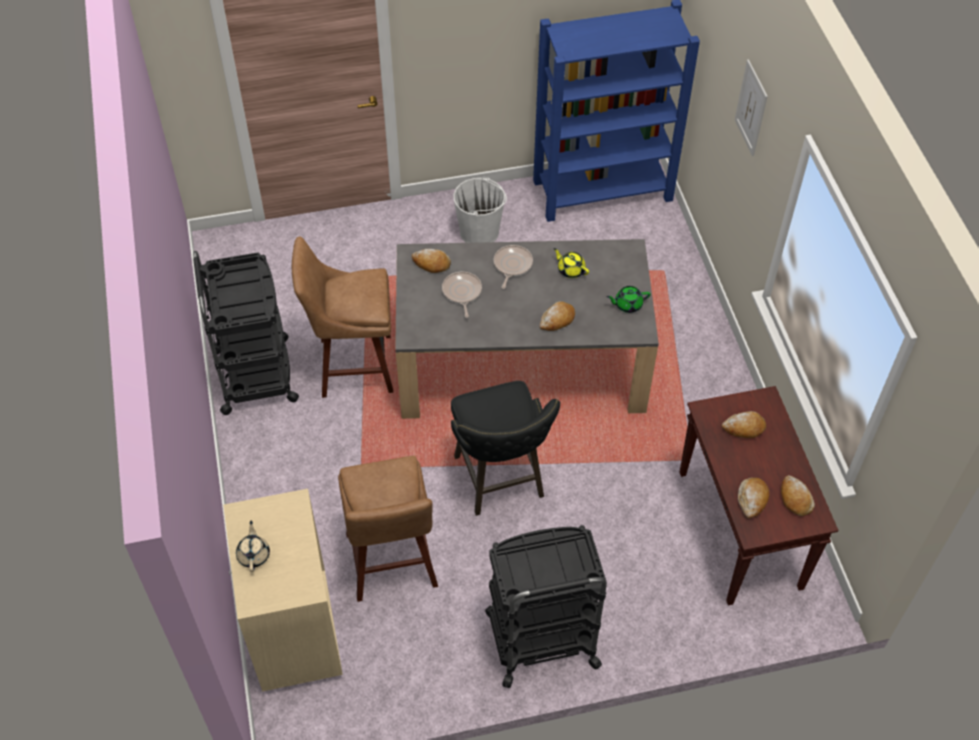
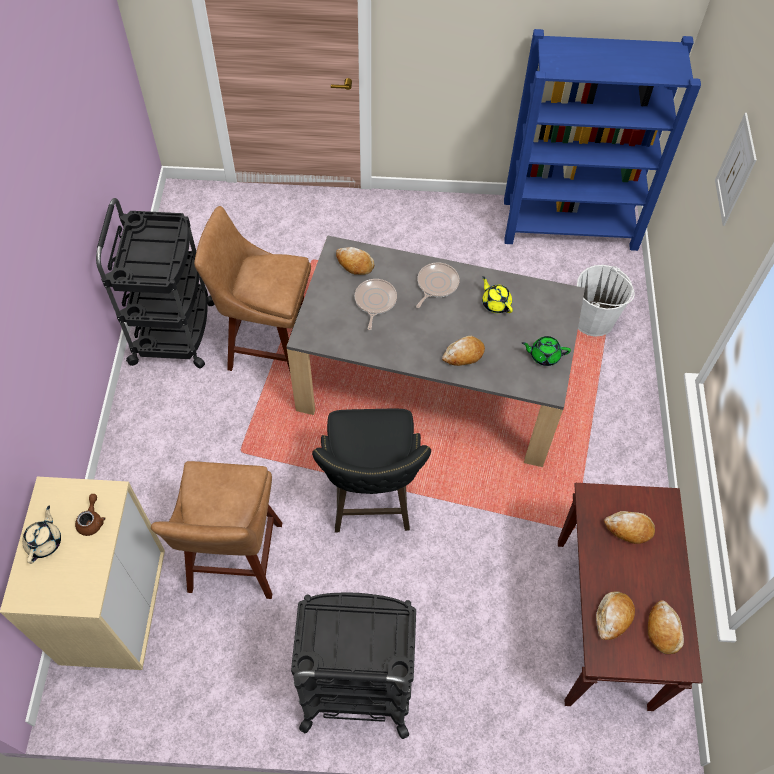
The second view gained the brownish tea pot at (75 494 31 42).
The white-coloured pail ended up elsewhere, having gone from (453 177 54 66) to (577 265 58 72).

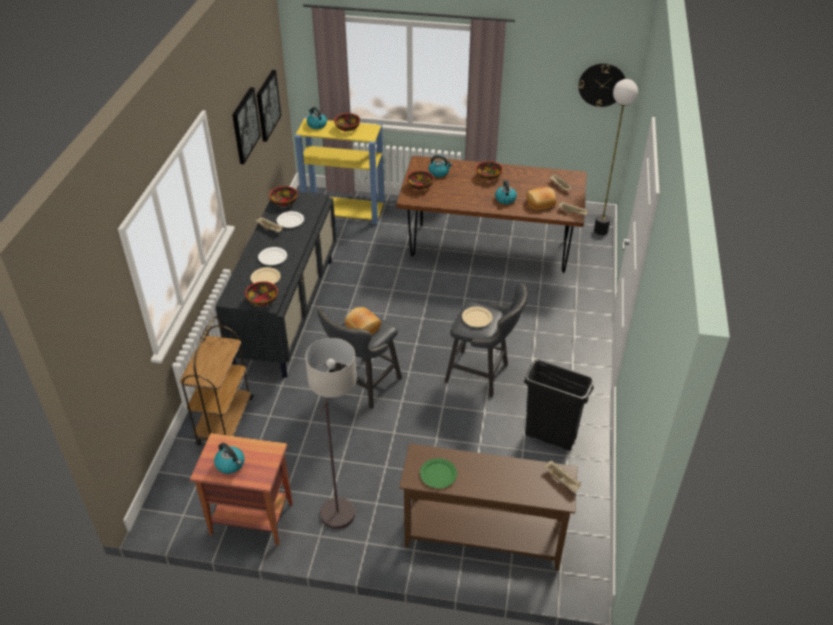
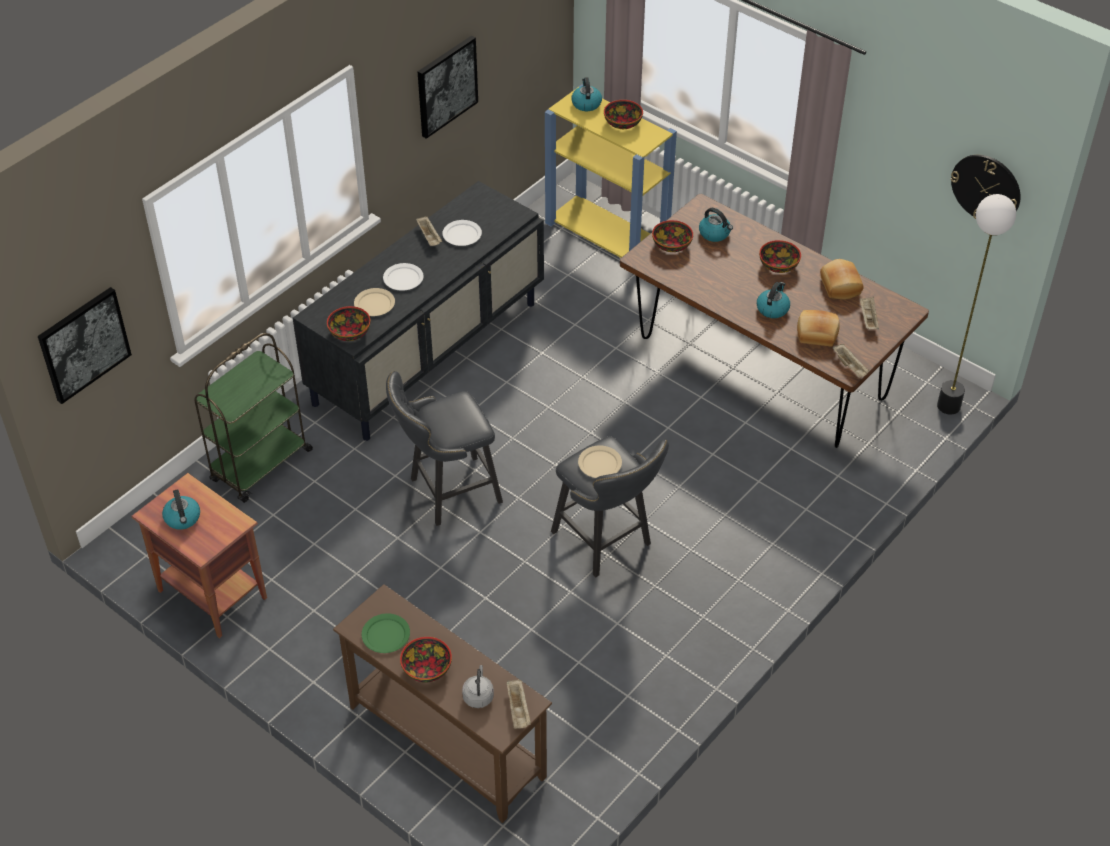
The wall picture ended up elsewhere, having gone from (257 70 24 72) to (38 287 94 117).
What was the brownish cart at (180 316 74 129) turned into the greenish cart at (195 333 118 170).
The serving bowl ended up elsewhere, having gone from (269 186 29 21) to (400 637 52 46).
The second view gained the greyish kettle at (462 665 32 43).
The baked bread ended up elsewhere, having gone from (345 307 36 28) to (820 259 43 41).
The second view lost the greyish standing lamp at (305 338 52 191).
The second view lost the blackish waste bin at (524 359 70 92).

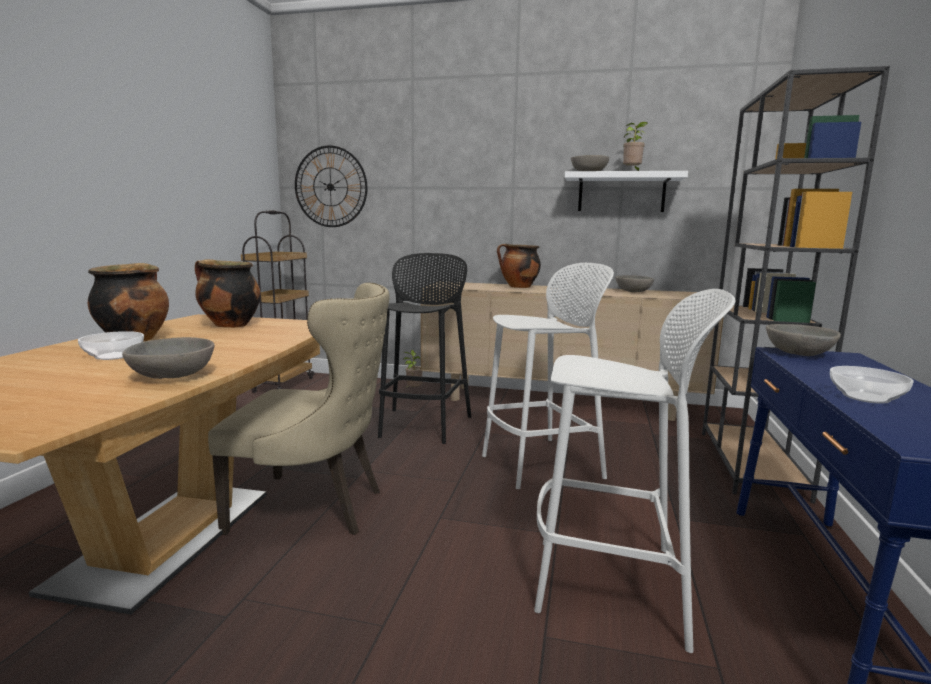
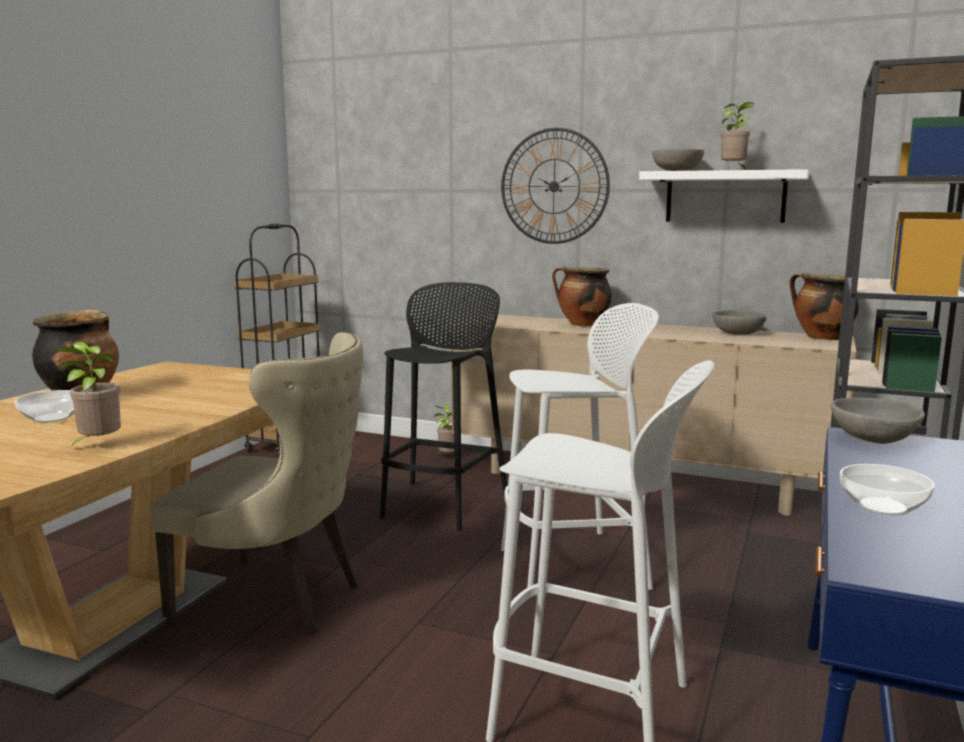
Where the greyish serving bowl stood at (122 337 93 42), the houseplant came to stand at (54 342 67 105).
The clock on the wall ended up elsewhere, having gone from (295 145 72 82) to (501 128 109 116).
The saucepot ended up elsewhere, having gone from (195 259 66 69) to (789 273 70 67).

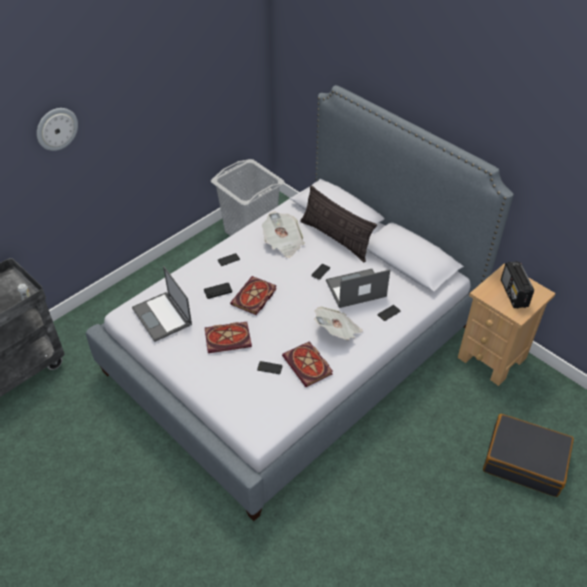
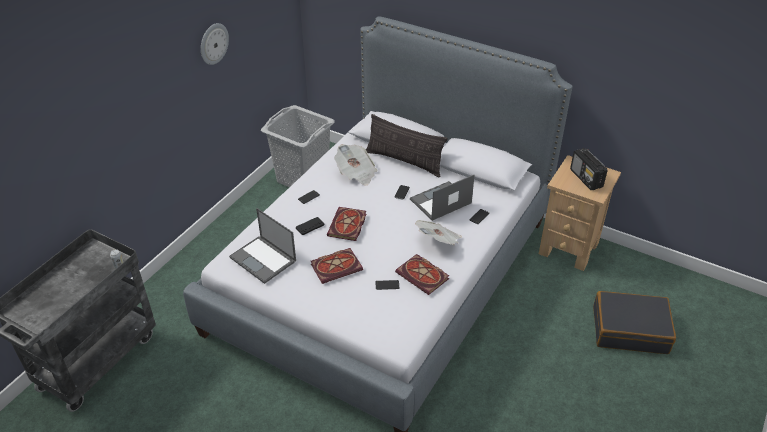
The clock on the wall ended up elsewhere, having gone from (37 108 41 43) to (201 23 28 42).

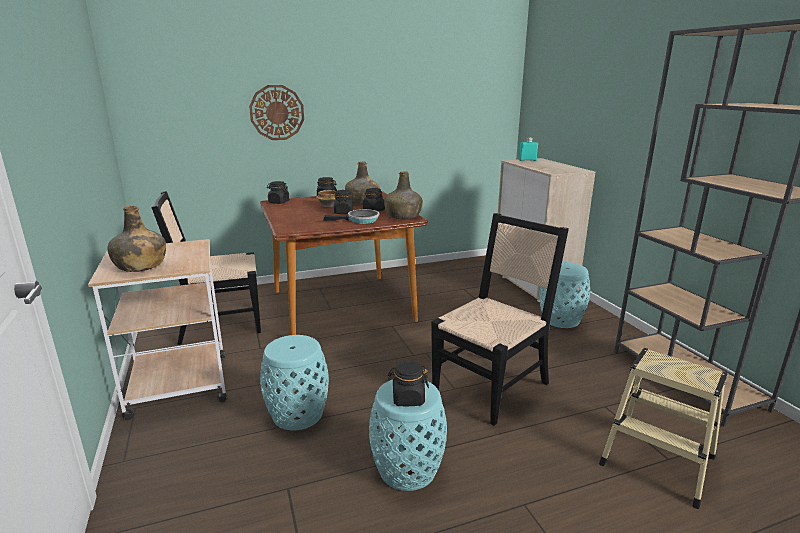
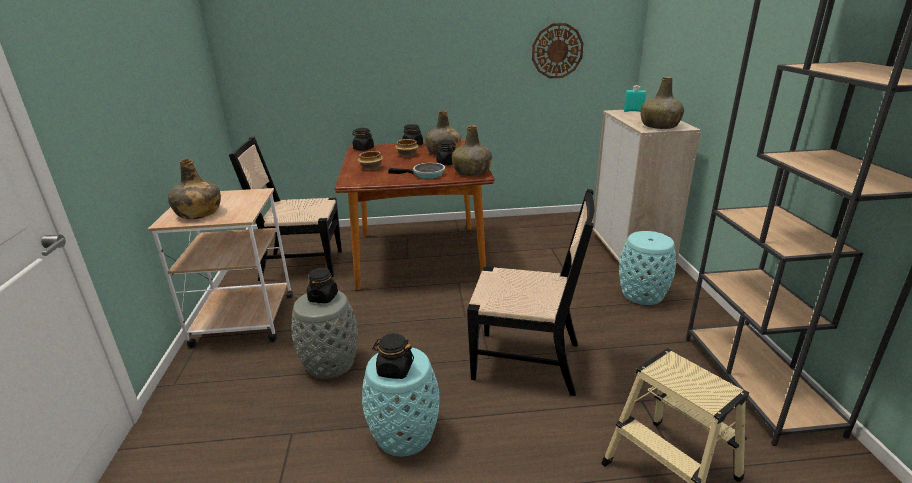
What was the blue-green stool seat at (260 335 69 96) turned into the greyish stool seat at (291 291 67 88).
The blackish jar ended up elsewhere, having gone from (334 190 19 24) to (307 268 31 35).
The second view gained the serving bowl at (358 151 25 19).
The upright chair at (431 213 138 213) ended up facing another way, 45 degrees clockwise from before.
The clock on the wall ended up elsewhere, having gone from (249 85 55 55) to (532 23 52 55).
The second view gained the greenish beverage bottle at (640 77 44 52).

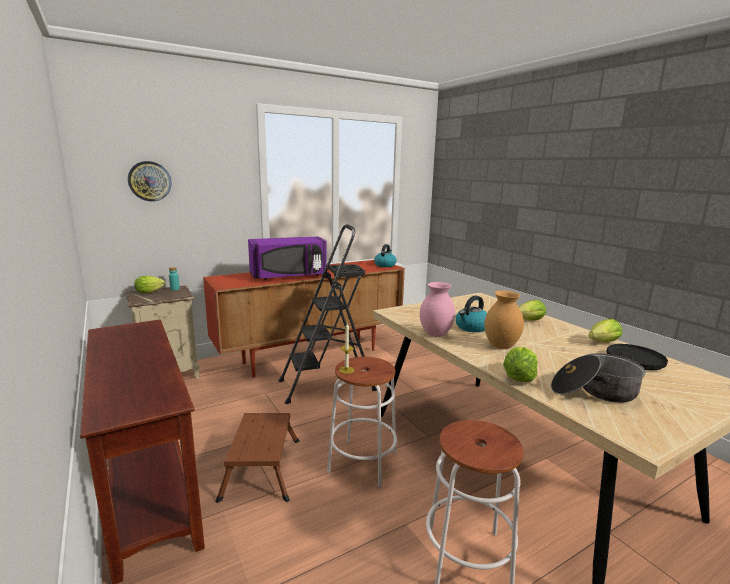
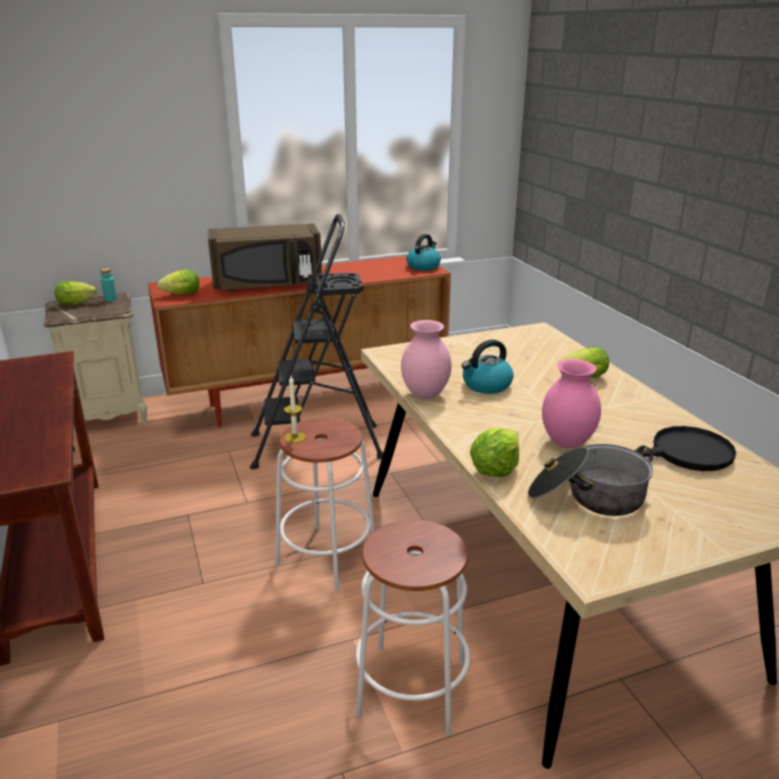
The lettuce head ended up elsewhere, having gone from (589 319 33 23) to (157 270 42 24).
What was the purplish microwave oven at (248 236 79 44) turned into the brownish microwave oven at (208 223 114 68).
The second view gained the pink vase at (542 359 59 89).
The second view lost the clock on the wall at (128 161 43 41).
The second view lost the brownish step stool at (215 413 85 90).
The second view lost the brownish vase at (484 291 40 58).

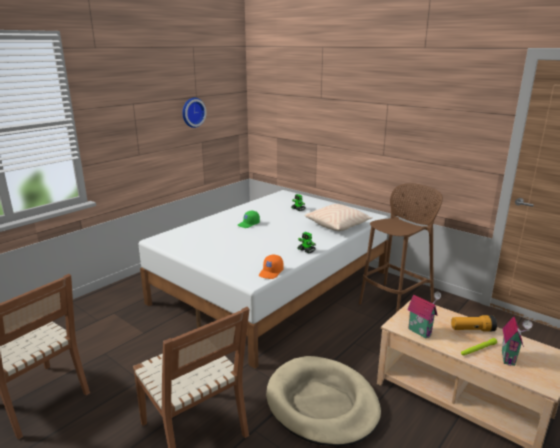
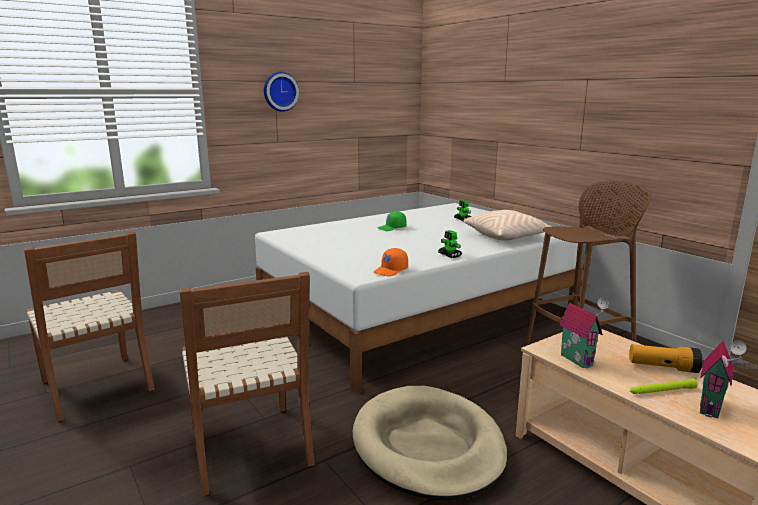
The clock on the wall ended up elsewhere, having gone from (182 98 25 30) to (264 72 35 40).

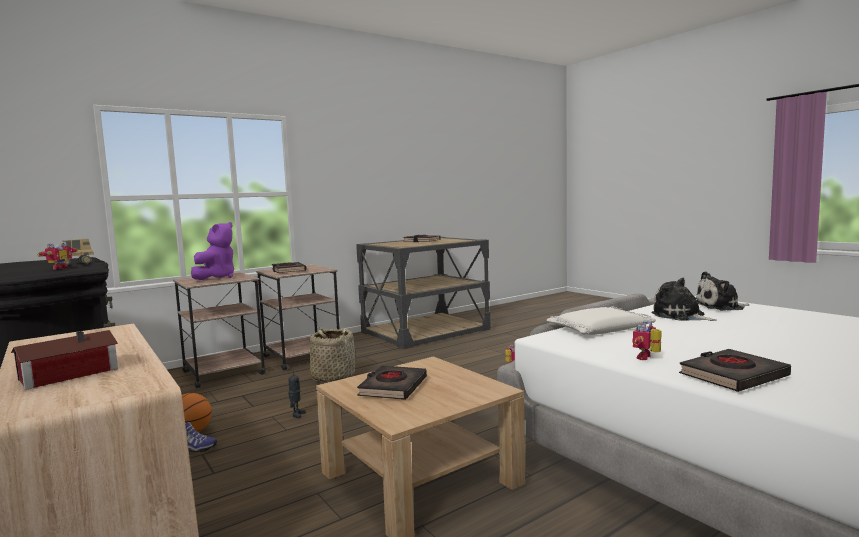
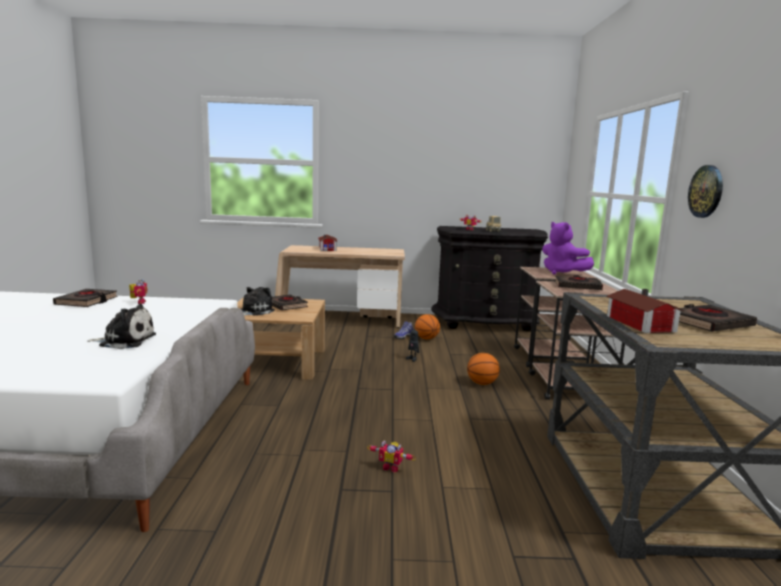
The cuddly toy ended up elsewhere, having gone from (696 271 53 40) to (241 287 34 29).
Where the storage basket stood at (310 327 45 55), the ball for basketball came to stand at (467 353 33 32).
The second view gained the miniature house at (606 289 78 44).
The second view gained the clock on the wall at (688 165 35 53).
The second view lost the white-coloured pillow at (546 305 110 30).

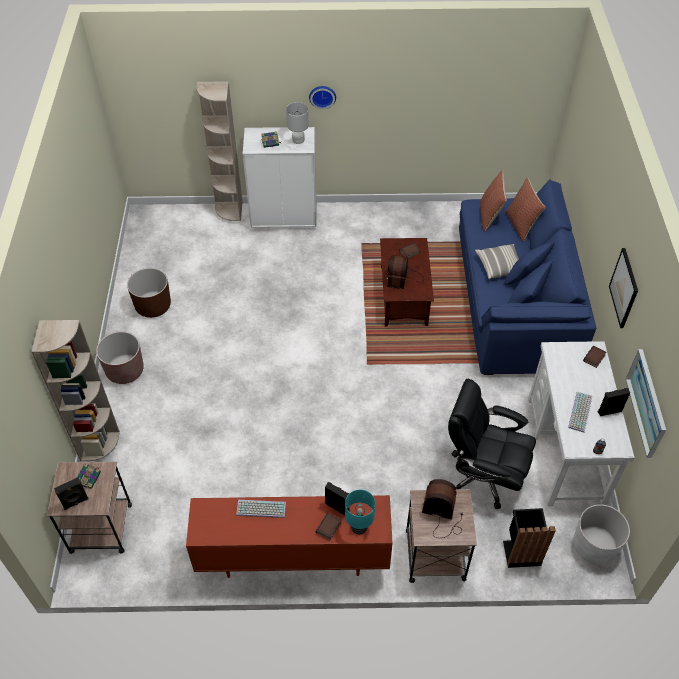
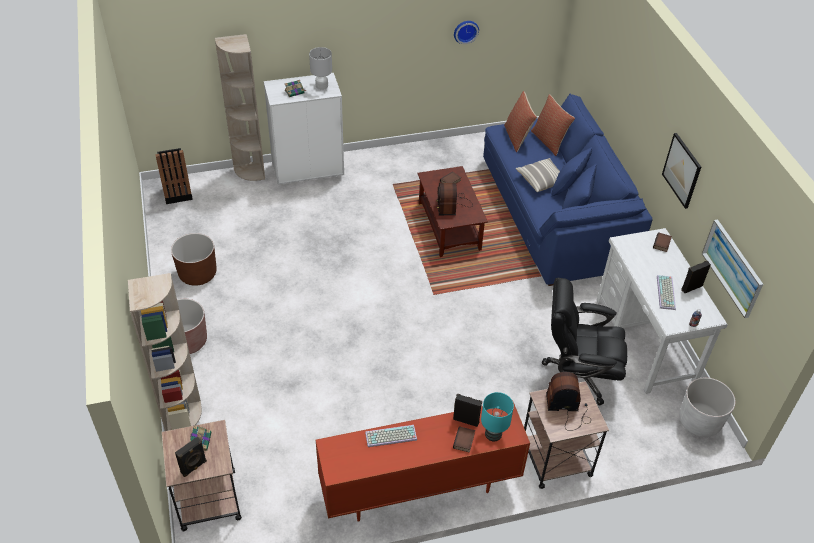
The blackish waste bin ended up elsewhere, having gone from (503 508 53 60) to (155 148 38 56).
The clock on the wall ended up elsewhere, having gone from (309 86 27 23) to (454 21 25 23).

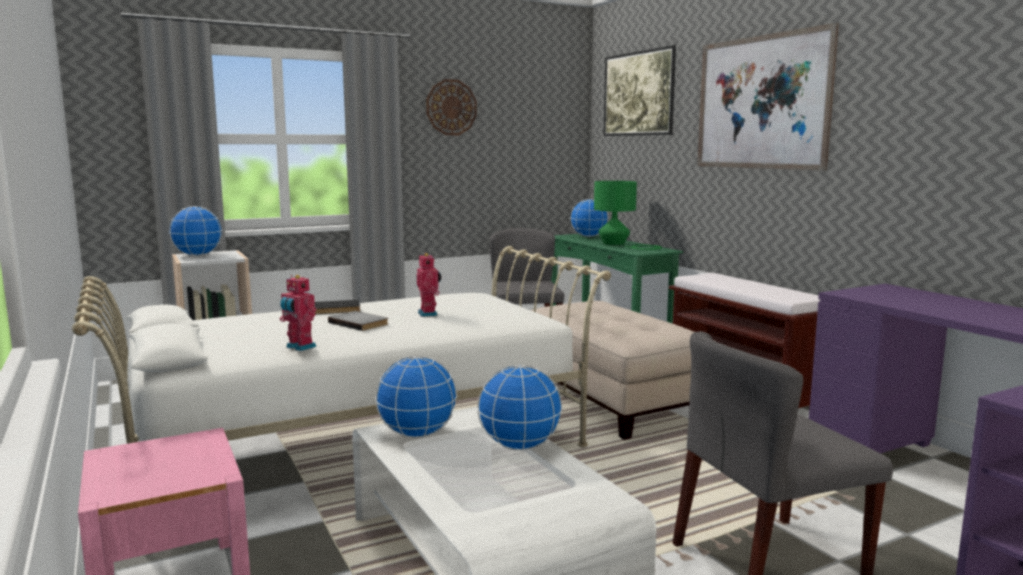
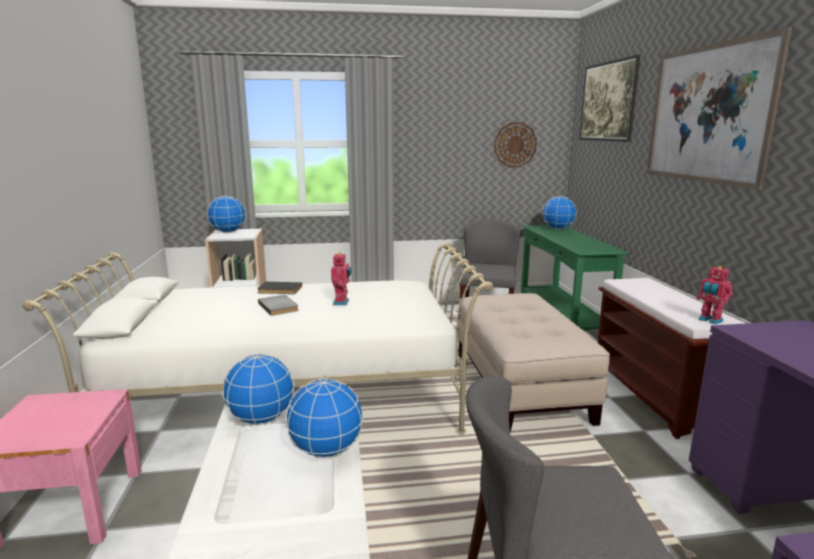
The clock on the wall ended up elsewhere, having gone from (426 79 51 56) to (494 122 43 46).
The model robot ended up elsewhere, having gone from (280 275 36 76) to (696 265 37 59).
The second view lost the greenish tabletop lamp at (594 181 68 69).

